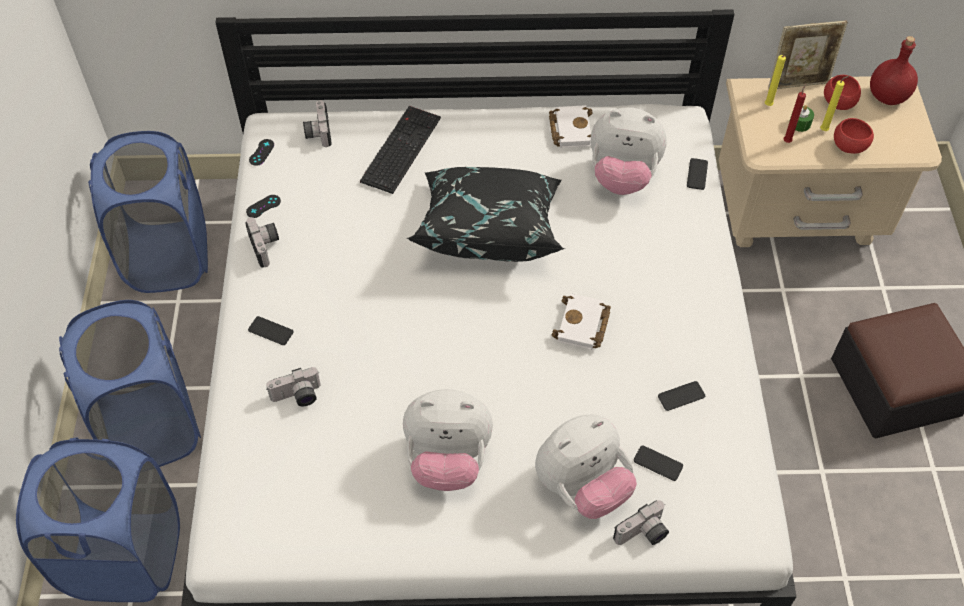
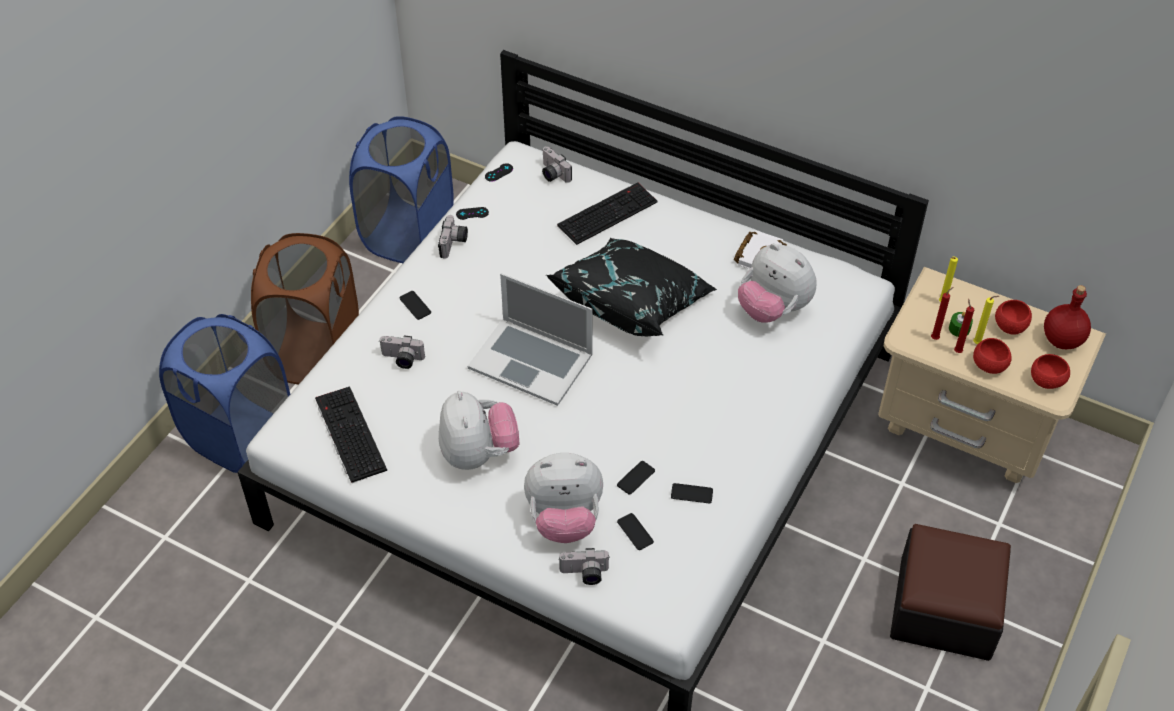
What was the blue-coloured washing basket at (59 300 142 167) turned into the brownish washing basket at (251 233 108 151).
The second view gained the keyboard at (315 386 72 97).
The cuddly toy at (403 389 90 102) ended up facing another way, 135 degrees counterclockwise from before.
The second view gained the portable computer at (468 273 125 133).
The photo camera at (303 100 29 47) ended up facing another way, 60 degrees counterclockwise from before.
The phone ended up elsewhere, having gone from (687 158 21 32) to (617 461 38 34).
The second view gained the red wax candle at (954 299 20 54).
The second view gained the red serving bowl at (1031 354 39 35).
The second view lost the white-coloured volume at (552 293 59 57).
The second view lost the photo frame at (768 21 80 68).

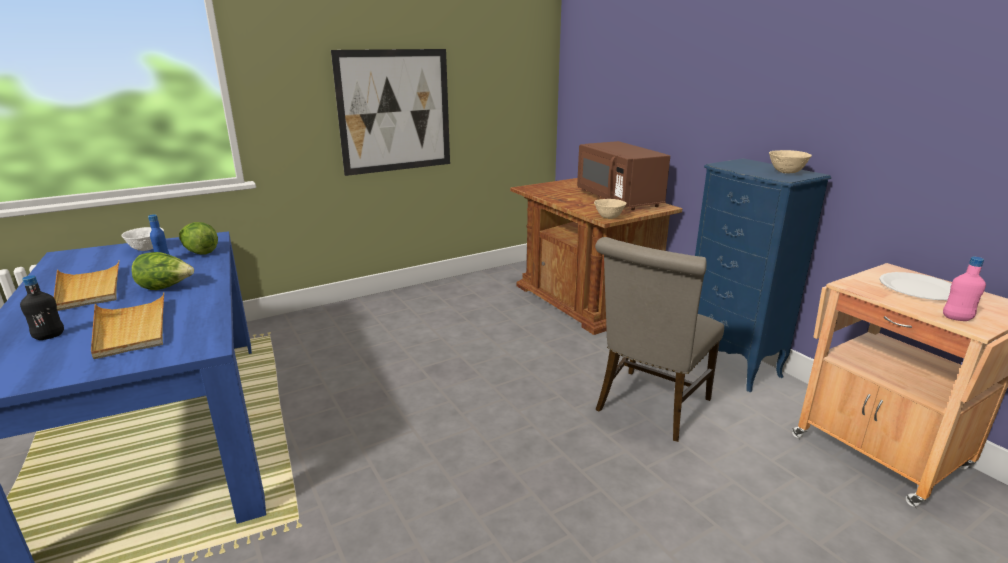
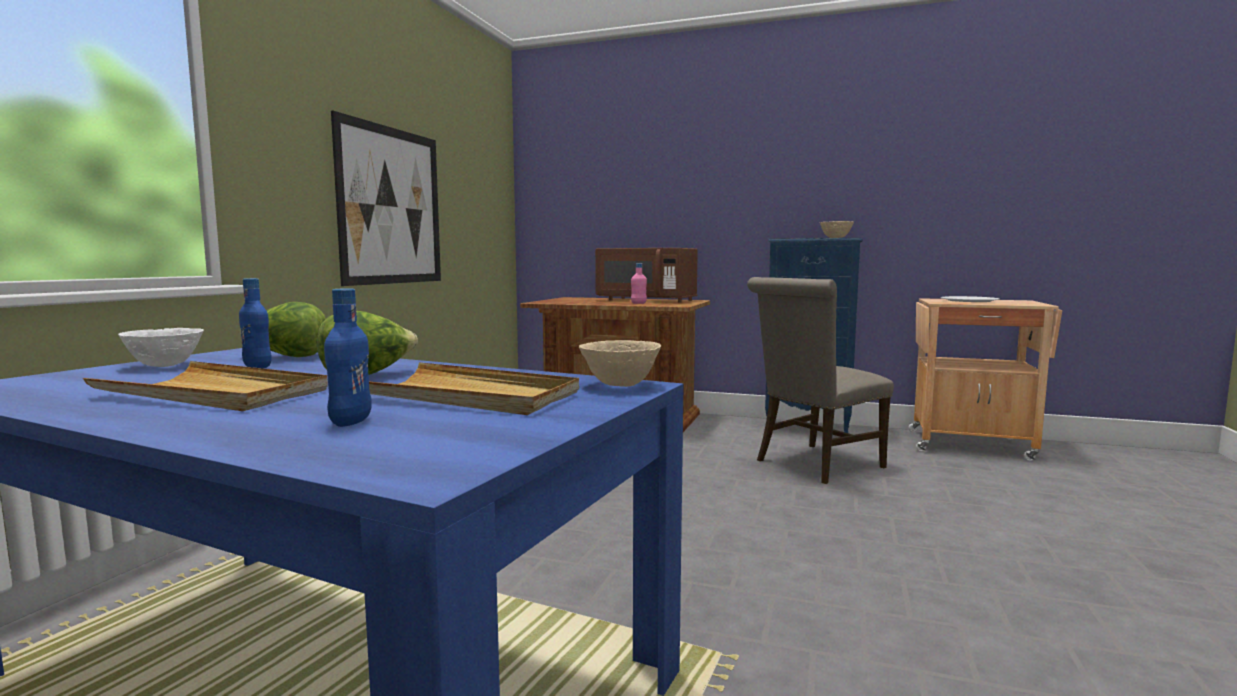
What was the blackish beverage bottle at (20 275 44 65) turned into the blue-coloured beverage bottle at (324 288 48 139).
The beige serving bowl ended up elsewhere, having gone from (594 199 33 20) to (579 340 82 47).
The pink beverage bottle ended up elsewhere, having gone from (943 257 43 64) to (631 263 16 41).
The beige upright chair at (595 237 129 205) ended up facing another way, 60 degrees clockwise from before.

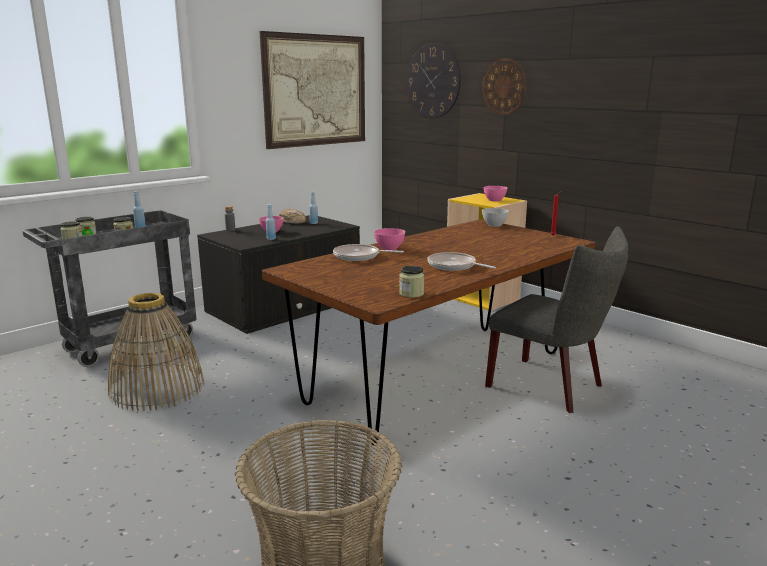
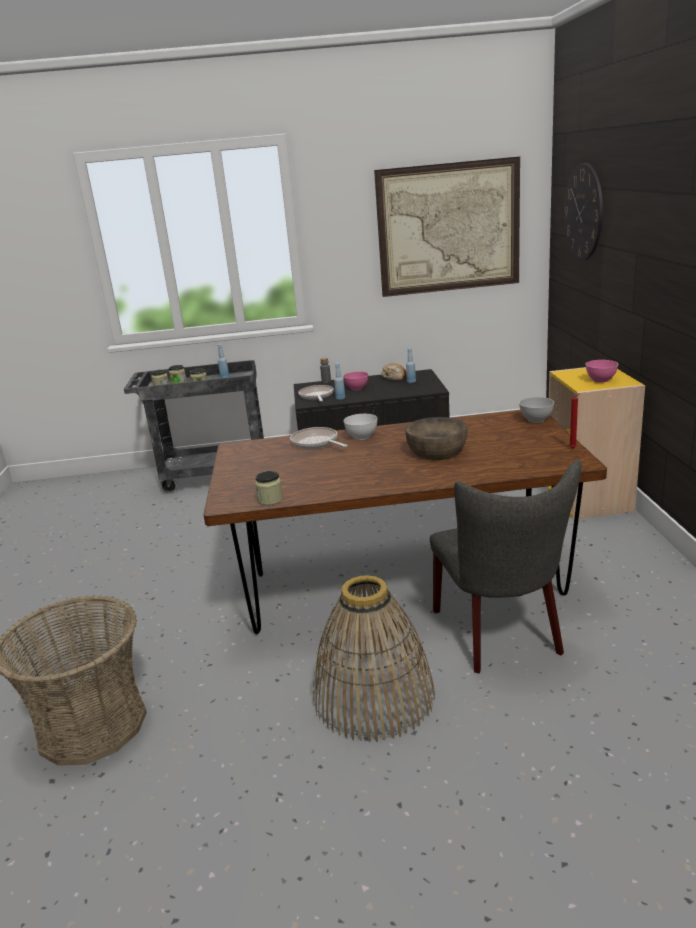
The pan ended up elsewhere, having gone from (427 252 69 19) to (298 385 36 16).
The storage basket ended up elsewhere, having gone from (108 293 96 118) to (313 575 122 167).
What was the pink serving bowl at (374 228 31 22) turned into the white-coloured serving bowl at (343 414 35 26).
The second view gained the brownish serving bowl at (405 417 63 43).
The second view lost the clock on the wall at (482 58 45 56).

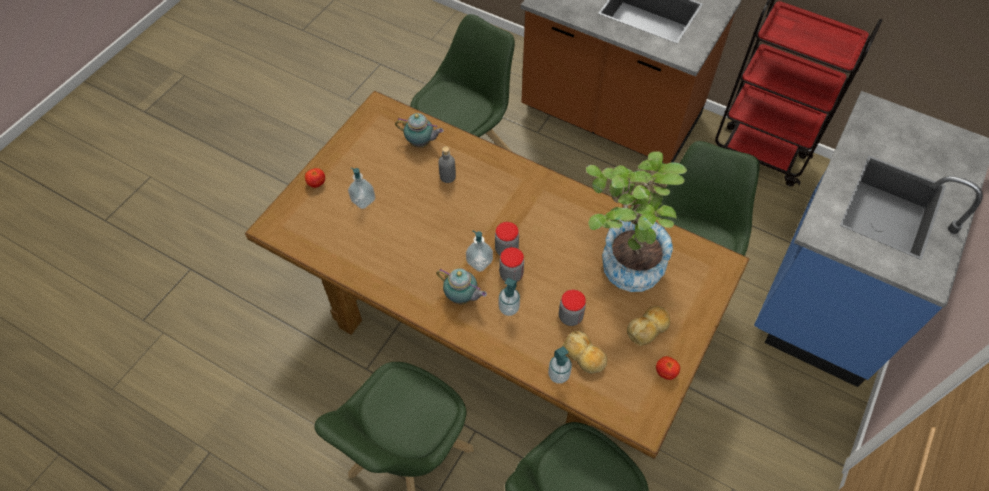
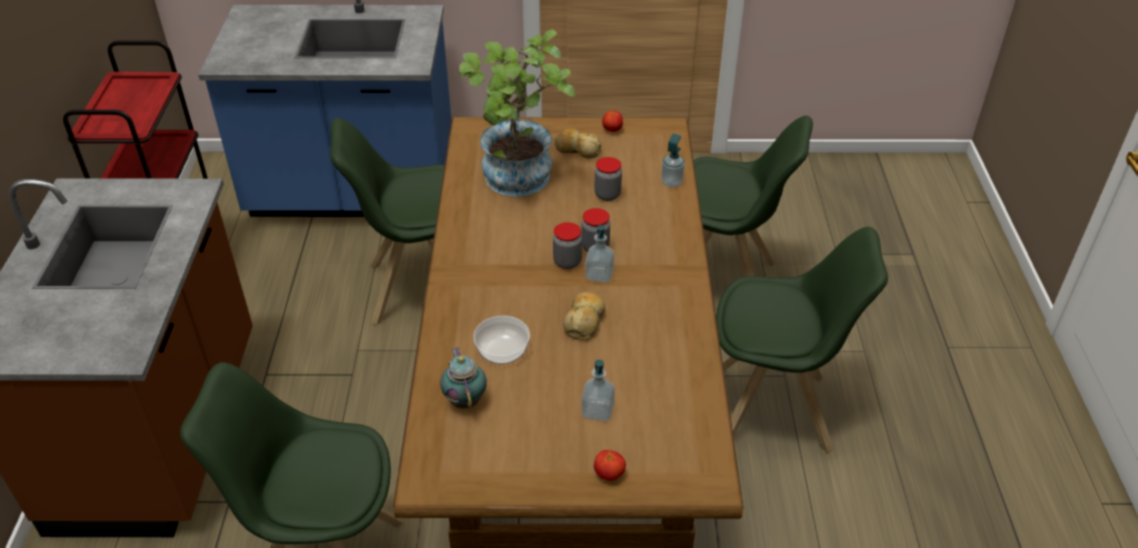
Where the greyish beverage bottle stood at (438 146 18 37), the serving bowl came to stand at (473 316 57 48).
The baked bread ended up elsewhere, having gone from (562 331 45 43) to (563 292 42 48).
The second view lost the tea pot at (436 268 51 36).
The second view lost the soap bottle at (499 278 21 38).

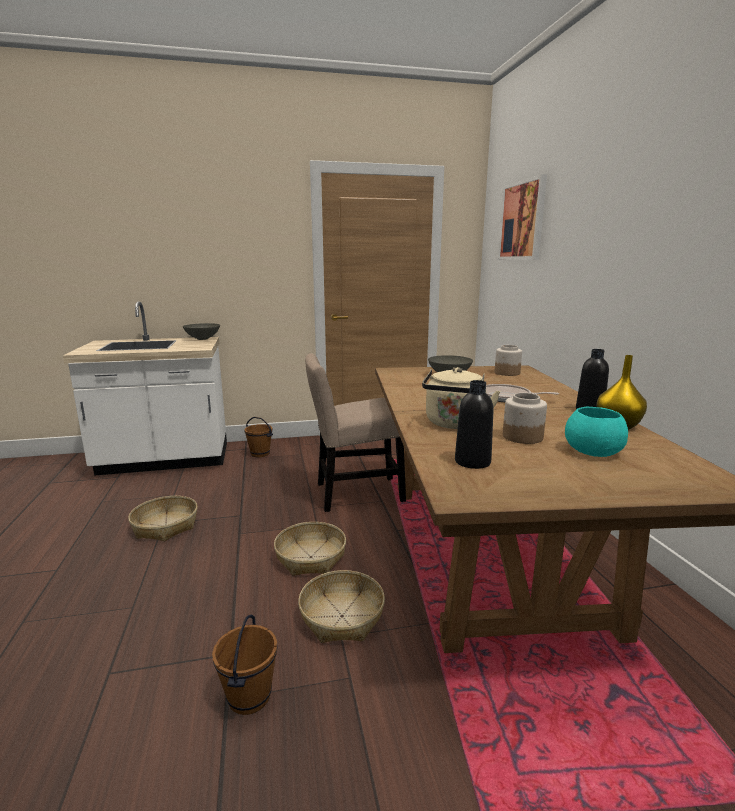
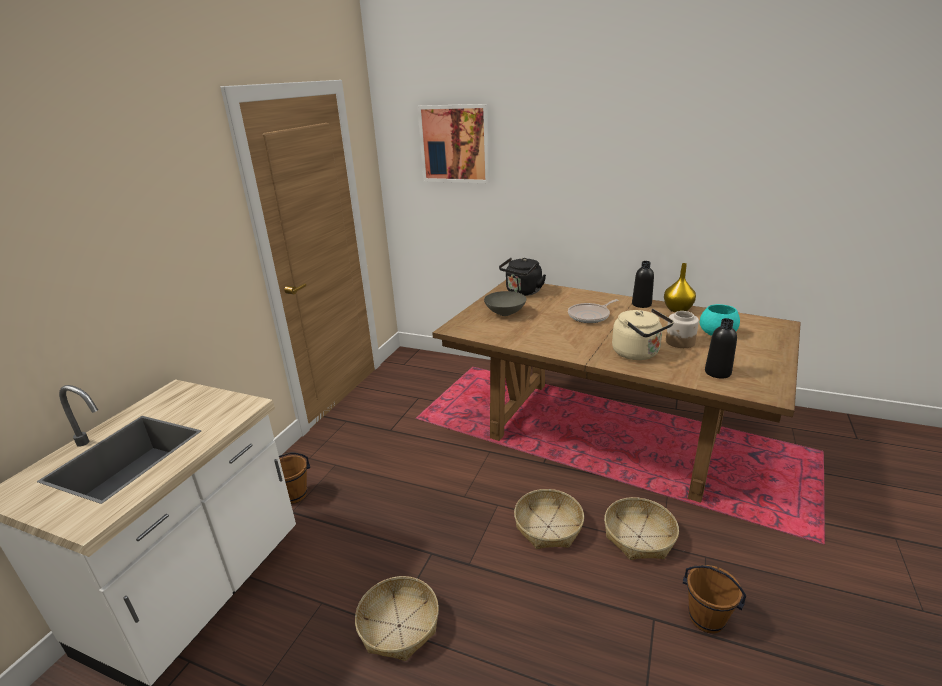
Where the jar stood at (495 345 27 31), the blackish kettle came to stand at (499 258 47 38).
The second view lost the greyish serving bowl at (183 323 37 17).
The second view lost the beige upright chair at (305 353 101 159).

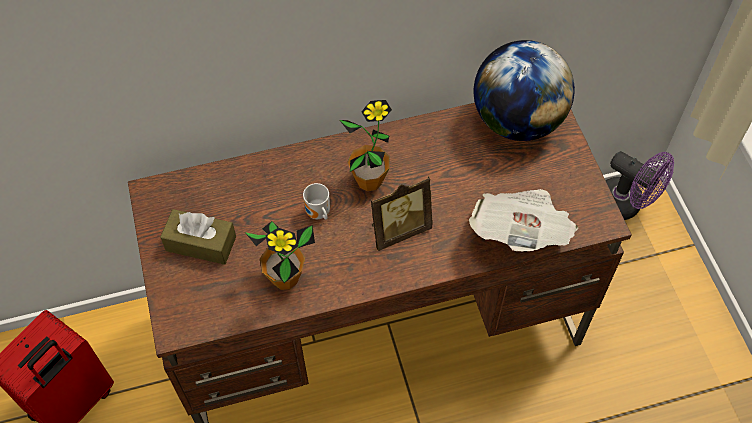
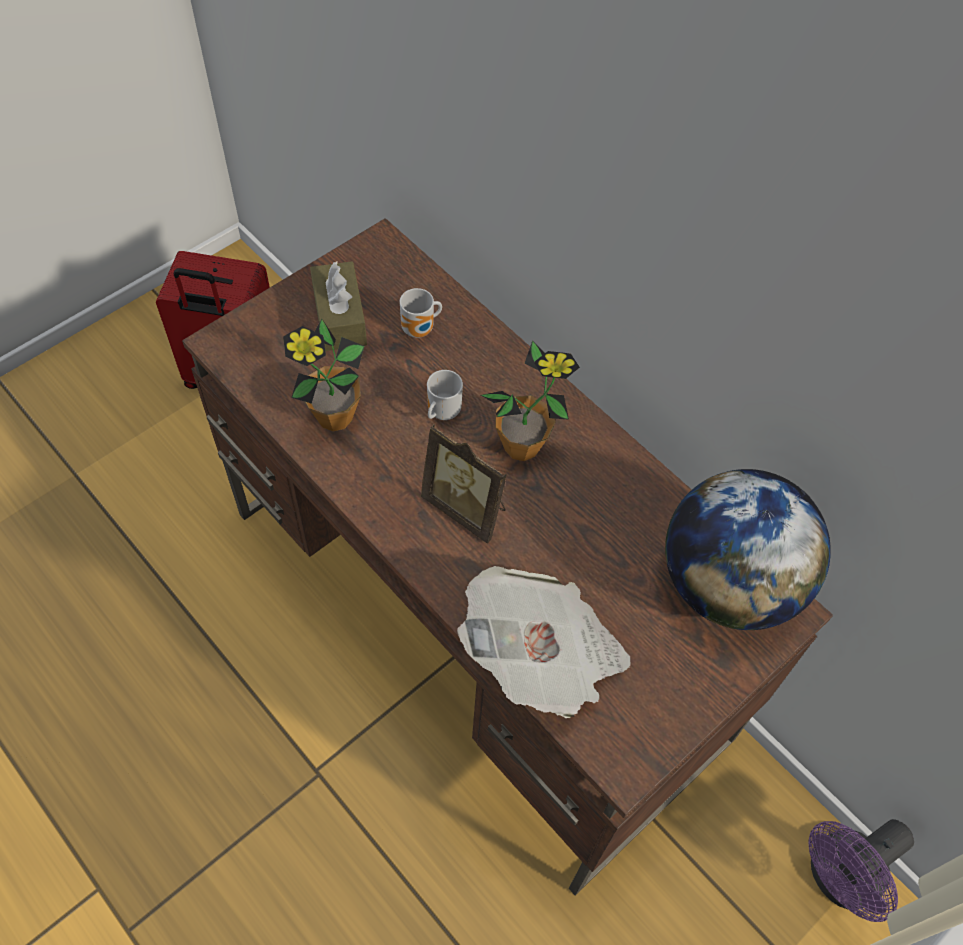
The second view gained the tea mug at (400 288 42 50).
The purplish fan at (606 151 68 69) ended up facing another way, 45 degrees clockwise from before.

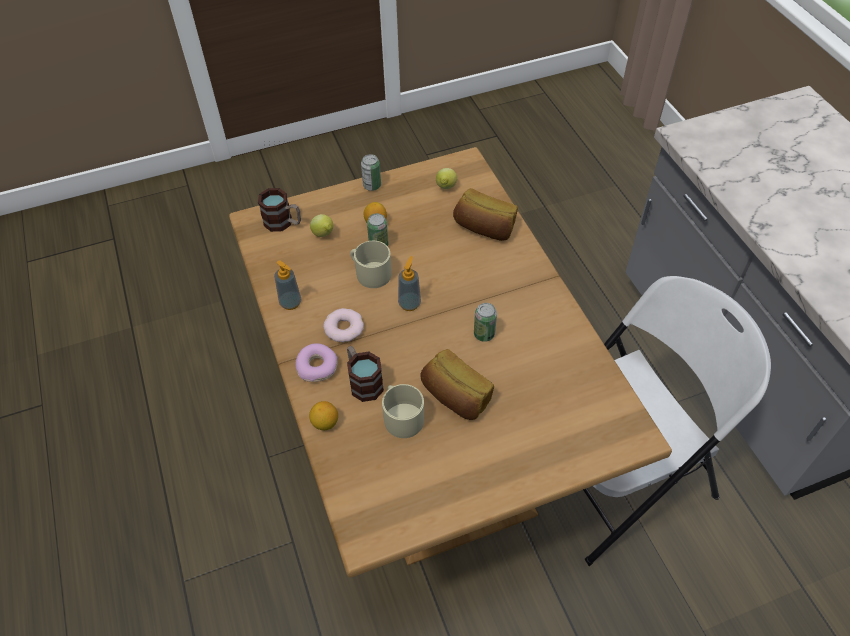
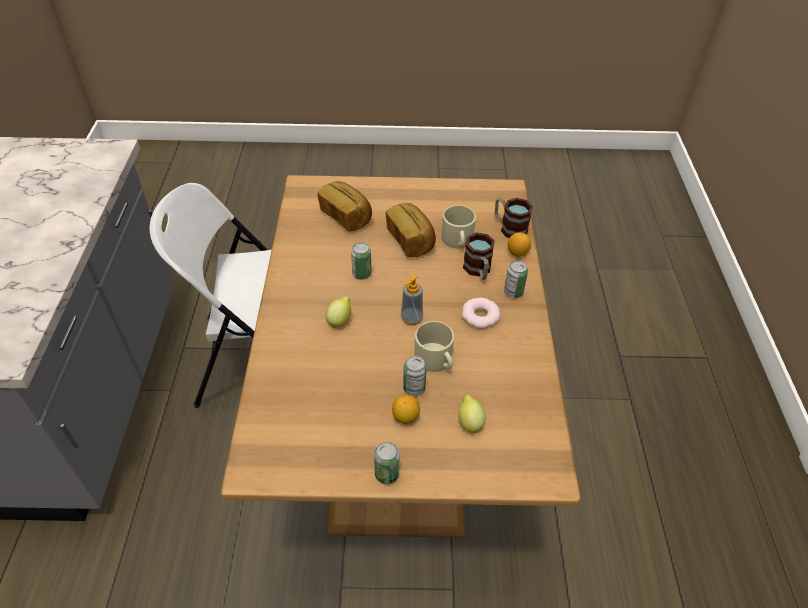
The baked bread ended up elsewhere, having gone from (453 188 65 53) to (317 181 55 51).
The lemon ended up elsewhere, having gone from (436 168 21 21) to (325 296 26 32).
The tea mug ended up elsewhere, having gone from (258 188 43 44) to (495 198 38 40).
Where the donut stood at (295 343 43 39), the sealed can came to stand at (504 261 24 37).
The second view lost the soap bottle at (274 260 28 50).

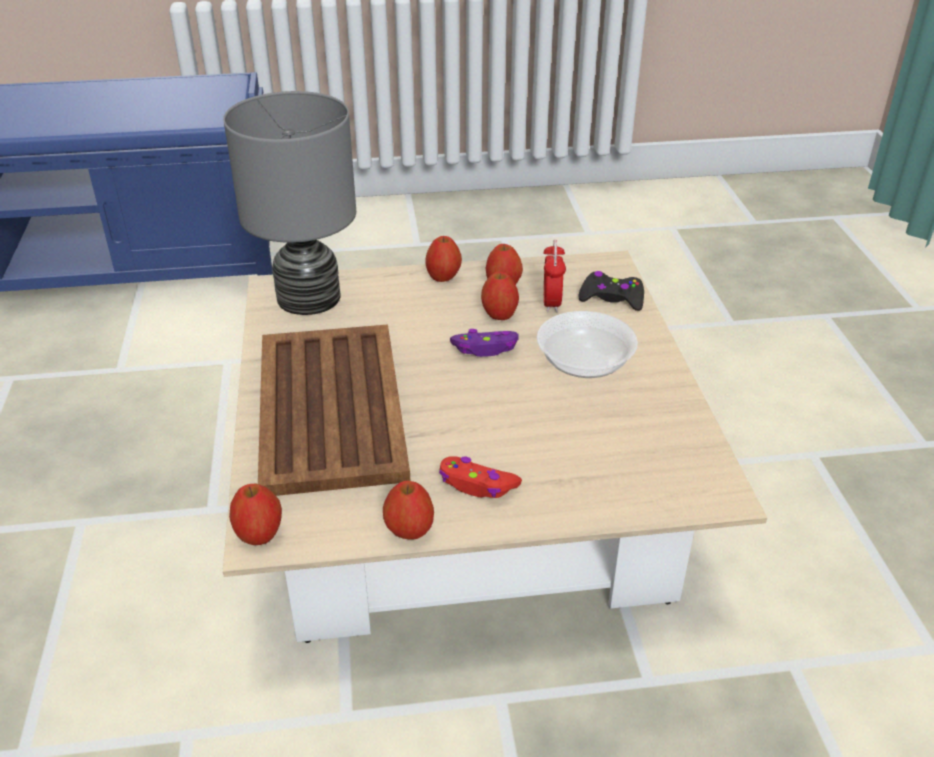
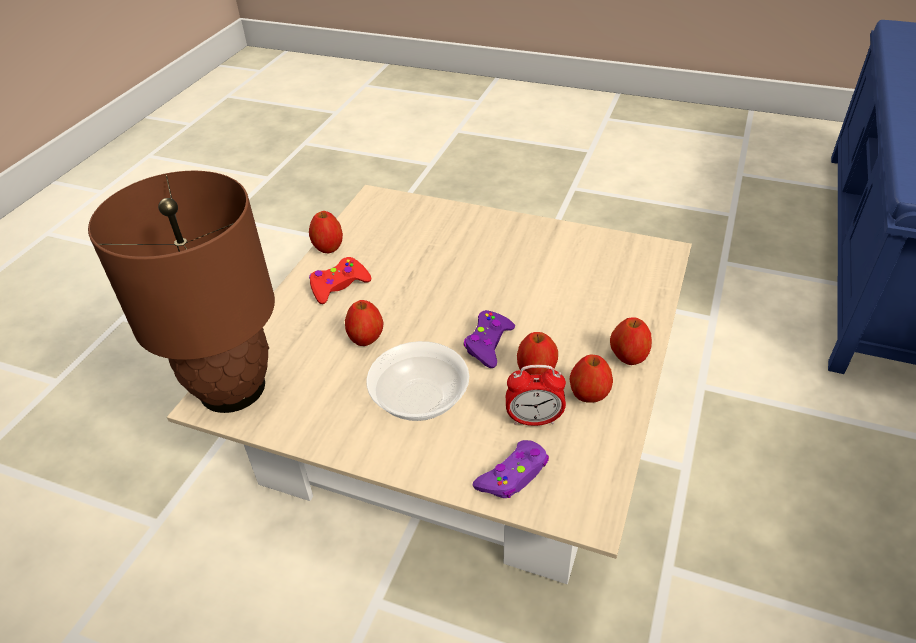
The second view gained the brownish tabletop lamp at (88 171 187 242).
The apple fruit ended up elsewhere, having gone from (229 484 53 61) to (345 300 38 46).
What was the blackish joypad at (578 271 66 40) turned into the purplish joypad at (473 440 76 58).
The table clock at (543 240 23 72) ended up facing another way, 150 degrees clockwise from before.
The second view lost the greyish tabletop lamp at (223 91 133 224).
The second view lost the brownish tray at (258 324 152 172).

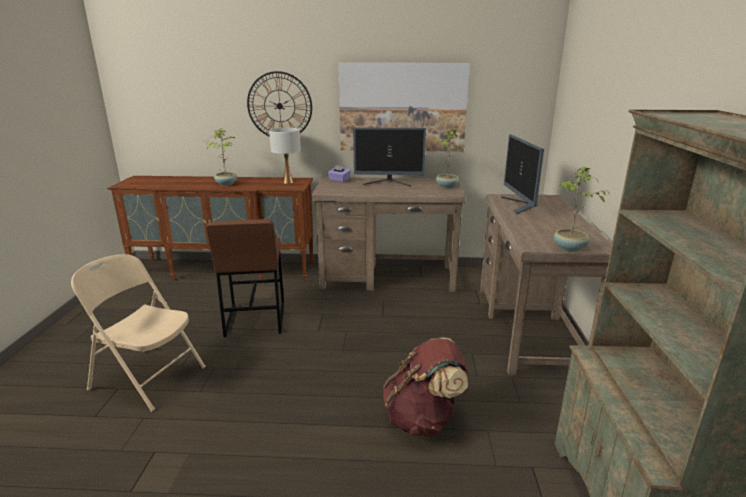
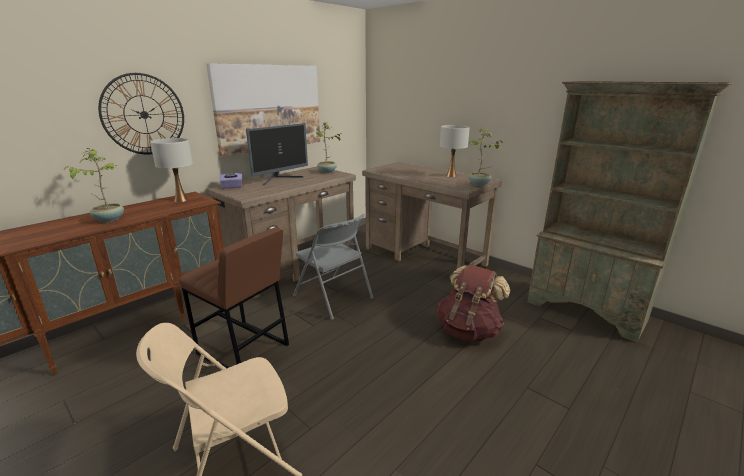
The second view gained the greyish upright chair at (293 214 81 106).
The second view gained the white-coloured tabletop lamp at (440 125 30 52).
The second view lost the computer display at (501 134 43 80).

